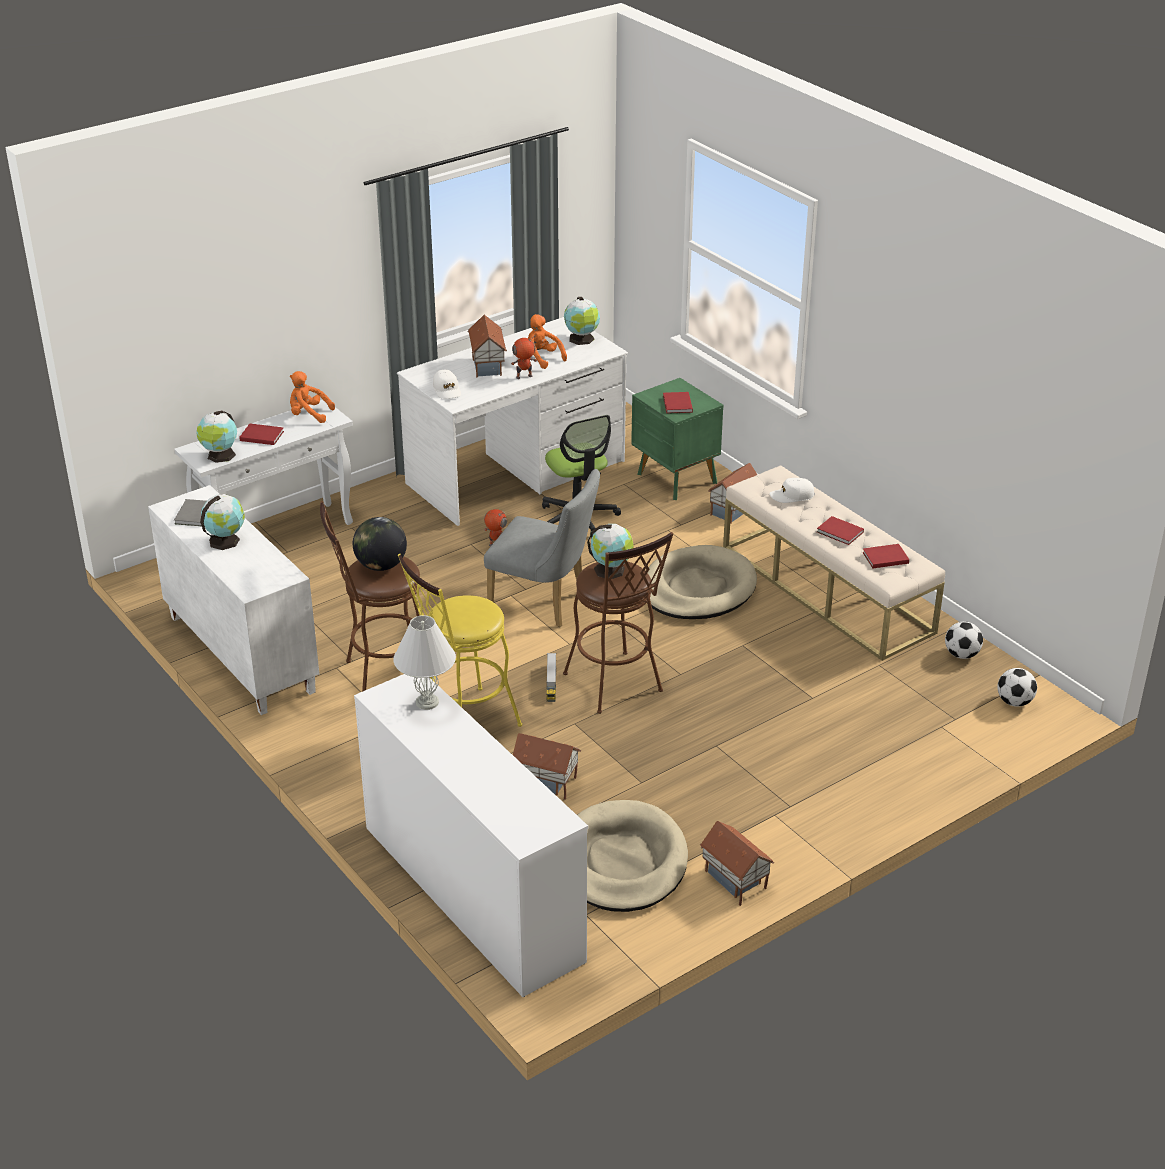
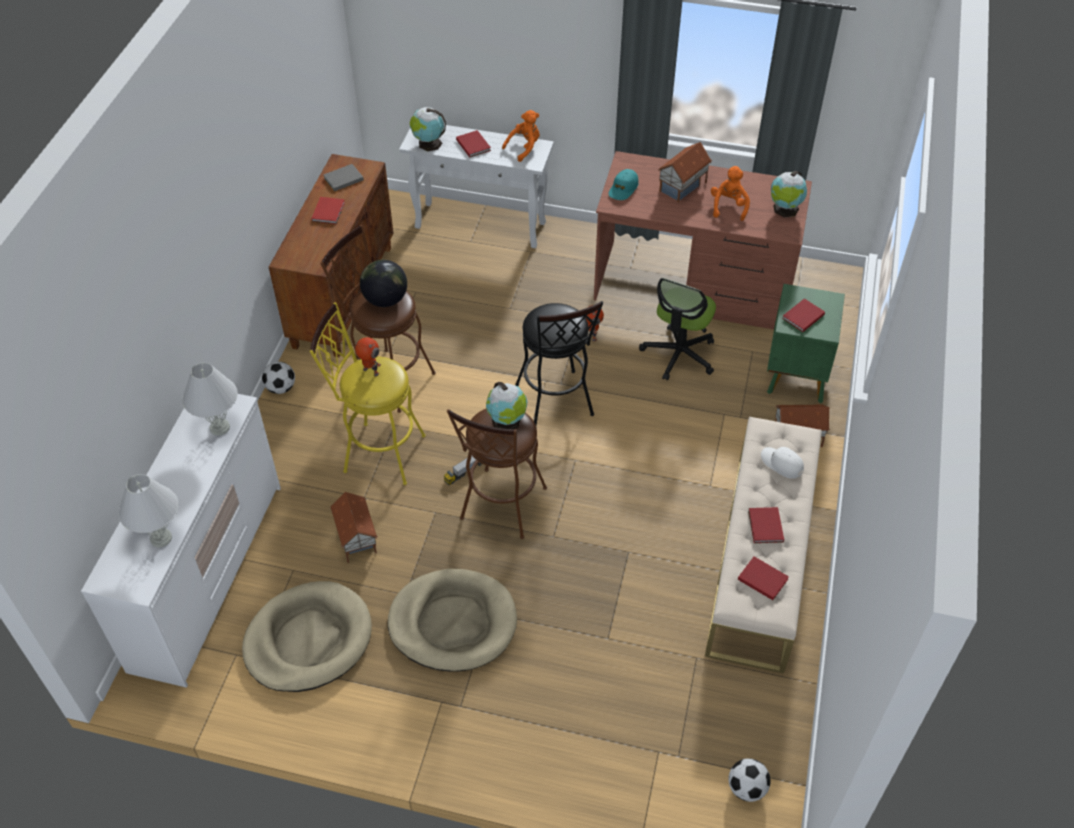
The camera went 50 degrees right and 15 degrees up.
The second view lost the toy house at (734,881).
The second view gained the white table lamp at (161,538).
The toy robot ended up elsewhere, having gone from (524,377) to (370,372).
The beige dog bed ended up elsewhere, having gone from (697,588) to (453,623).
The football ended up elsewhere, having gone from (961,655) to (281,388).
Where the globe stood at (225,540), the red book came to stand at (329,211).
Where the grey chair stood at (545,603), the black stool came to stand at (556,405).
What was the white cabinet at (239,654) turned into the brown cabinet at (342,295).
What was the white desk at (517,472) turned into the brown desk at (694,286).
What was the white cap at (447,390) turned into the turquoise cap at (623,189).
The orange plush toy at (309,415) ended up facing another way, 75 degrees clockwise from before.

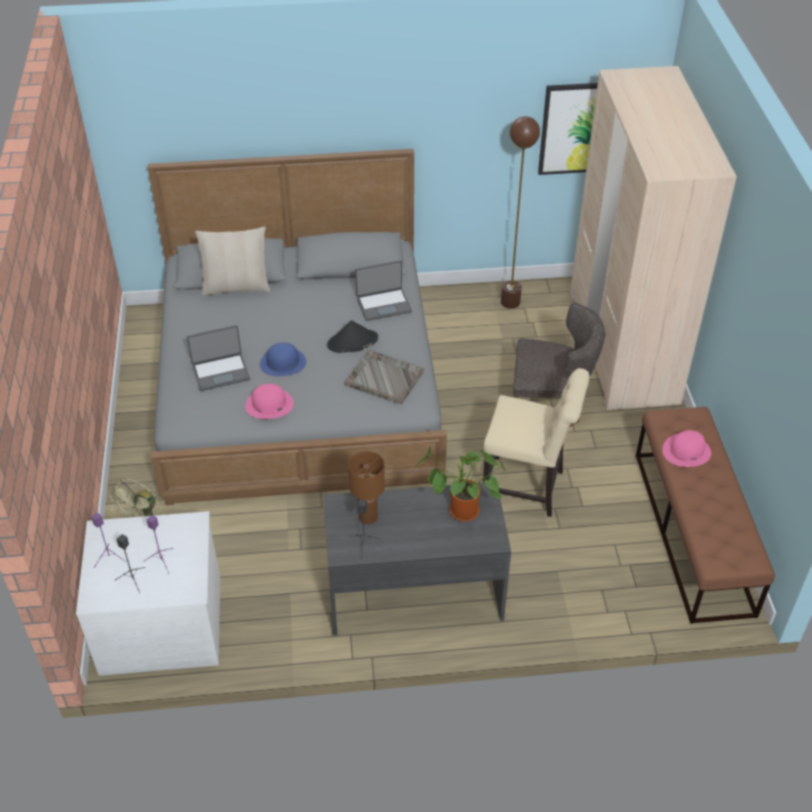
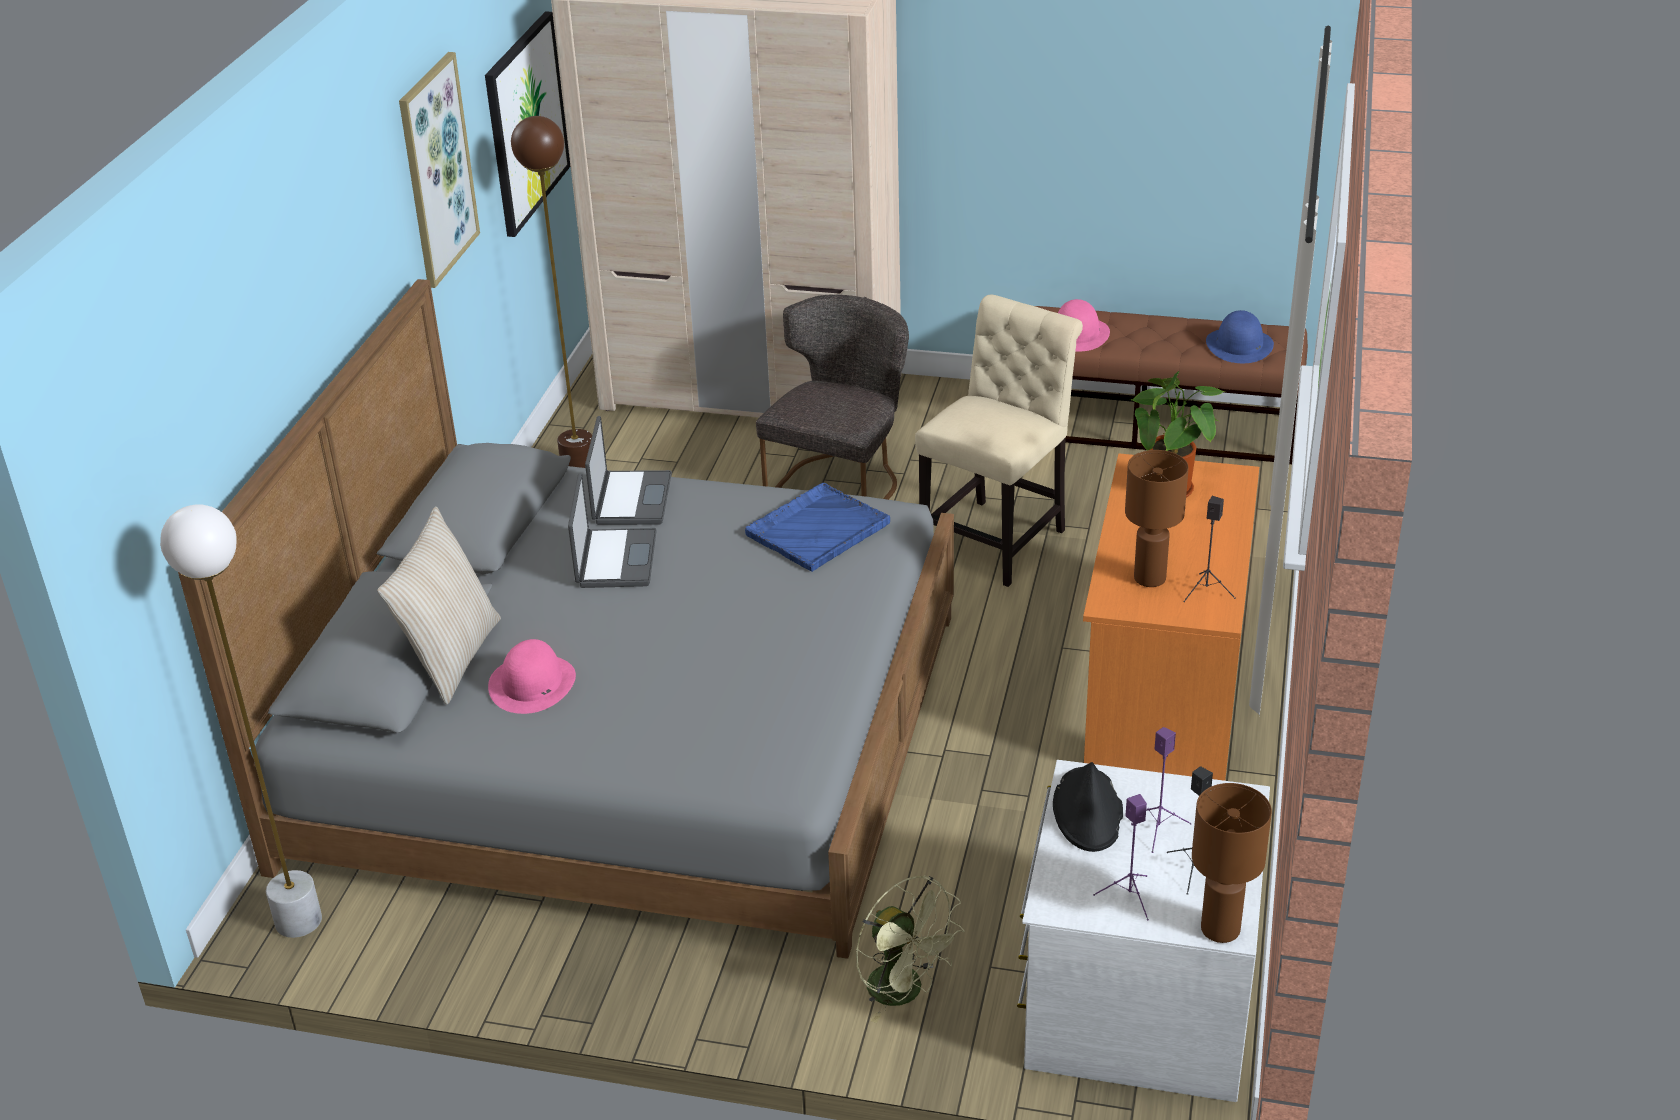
The camera went 70 degrees left and 10 degrees down.
The second view gained the white floor lamp at (298,921).
The second view gained the picture at (437,170).
The second view gained the brown table lamp at (1219,929).
The laptop ended up elsewhere, having gone from (221,372) to (614,560).
The pink hat ended up elsewhere, having gone from (269,404) to (532,684).
The blue hat ended up elsewhere, having gone from (282,363) to (1239,345).
The black hat ended up elsewhere, having gone from (352,342) to (1088,811).
What was the grey desk at (414,592) turned into the orange desk at (1163,687).
What was the grey tray at (383,378) turned into the blue tray at (816,530).

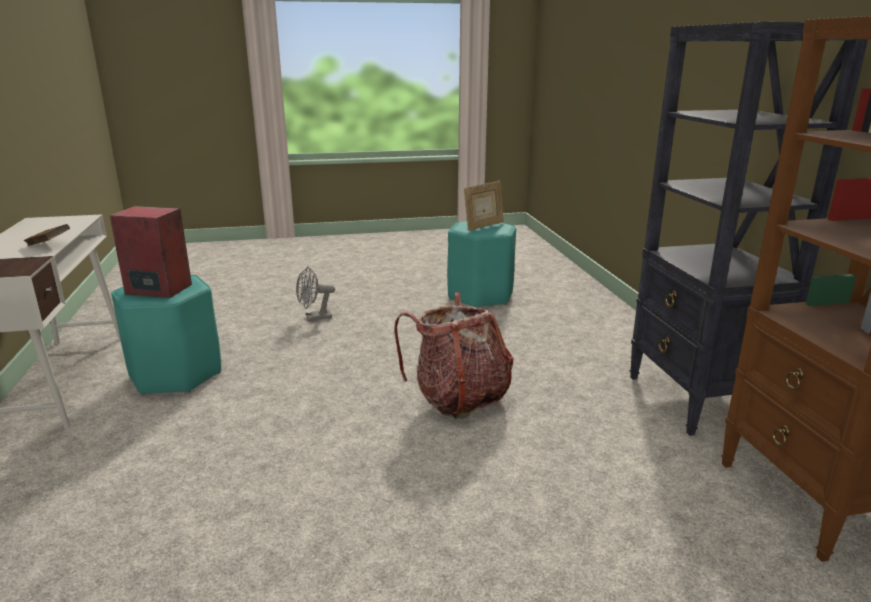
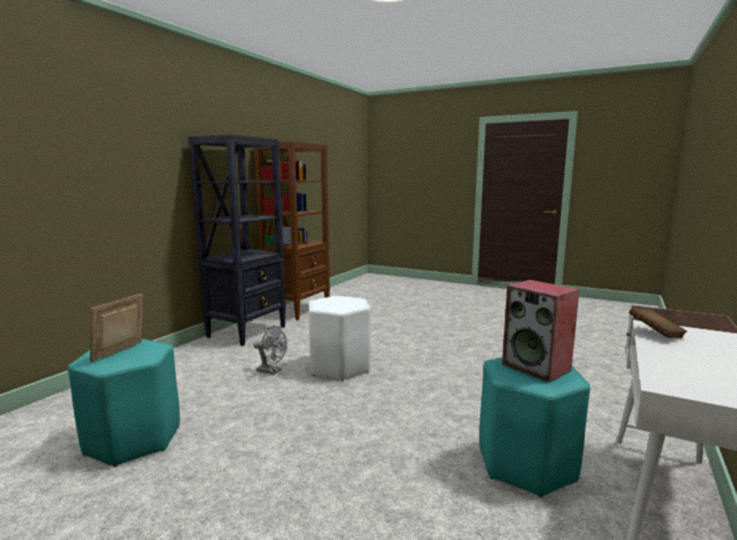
The camera went 140 degrees left and 10 degrees down.
The grey fan ended up elsewhere, having gone from (314,318) to (272,371).
Where the backpack stood at (458,398), the white stool came to stand at (339,367).
The picture frame at (483,226) ended up facing another way, 75 degrees counterclockwise from before.

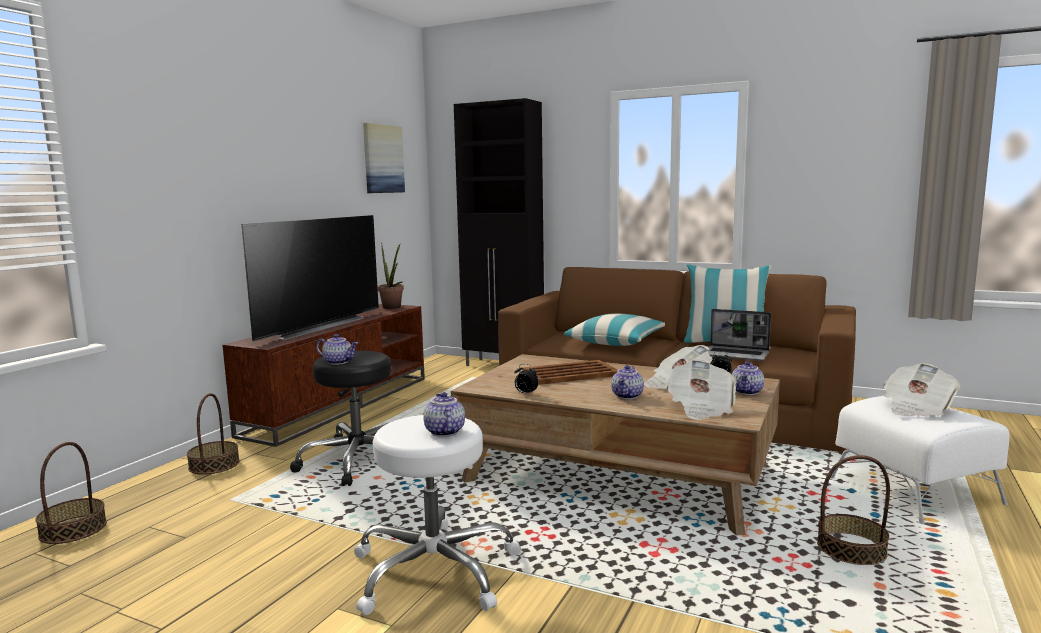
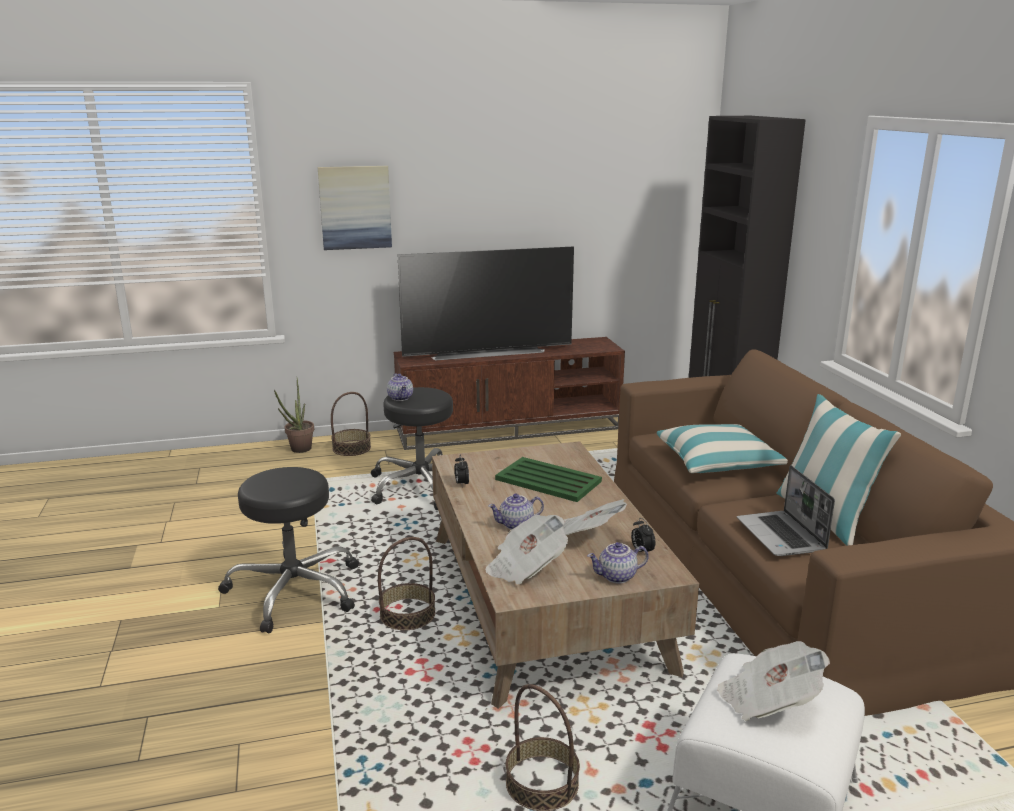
The camera went 50 degrees right and 10 degrees up.
The second view lost the teapot at (443,432).
The basket ended up elsewhere, having gone from (73,529) to (407,614).
The picture ended up elsewhere, having gone from (383,159) to (355,207).
The potted plant ended up elsewhere, having gone from (393,308) to (298,450).
What was the white stool at (434,570) turned into the black stool at (295,590).
What was the brown tray at (571,373) turned into the green tray at (549,481).

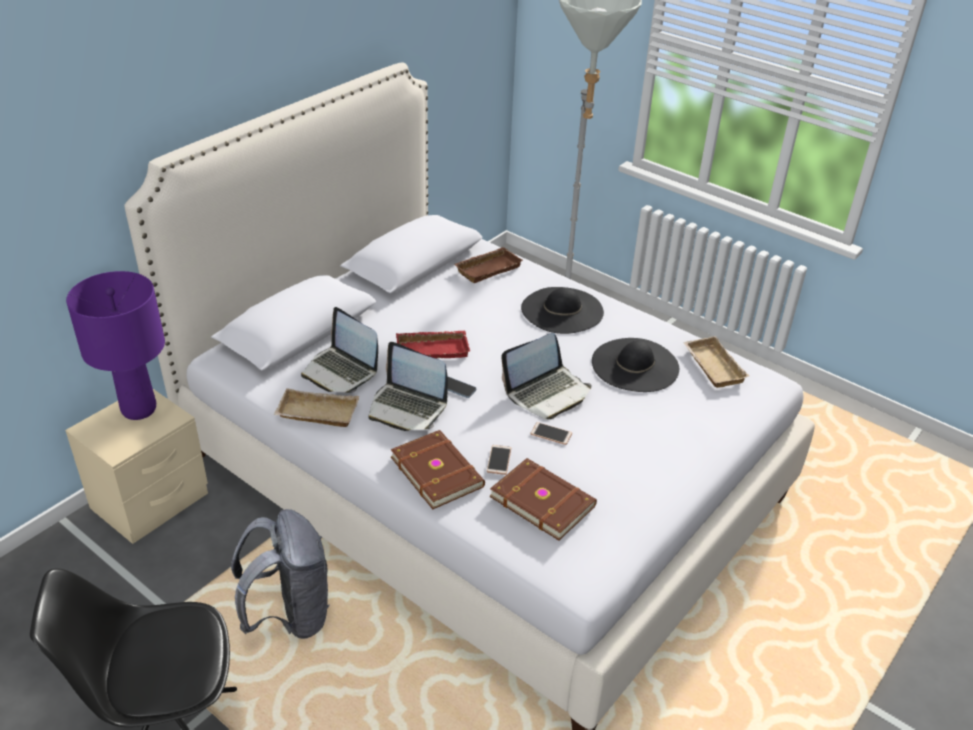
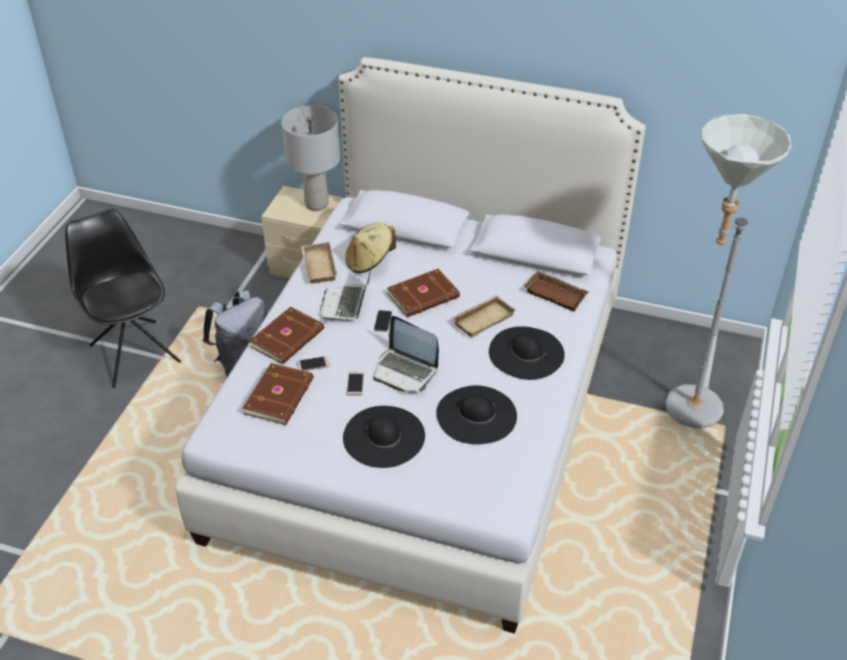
The camera went 70 degrees right and 5 degrees up.
The second view gained the black hat at (384,436).
The beige tray ended up elsewhere, having gone from (711,366) to (482,318).
Where the laptop stood at (341,371), the beige hat came to stand at (369,261).
Where the red tray stood at (433,348), the brown book came to stand at (424,296).
What was the purple table lamp at (138,410) turned into the grey table lamp at (316,204).

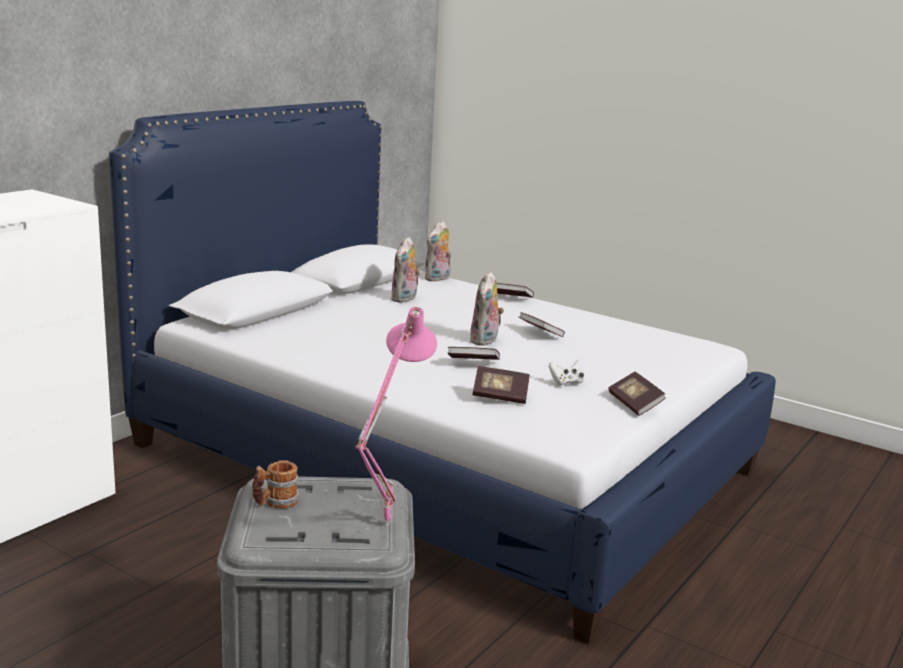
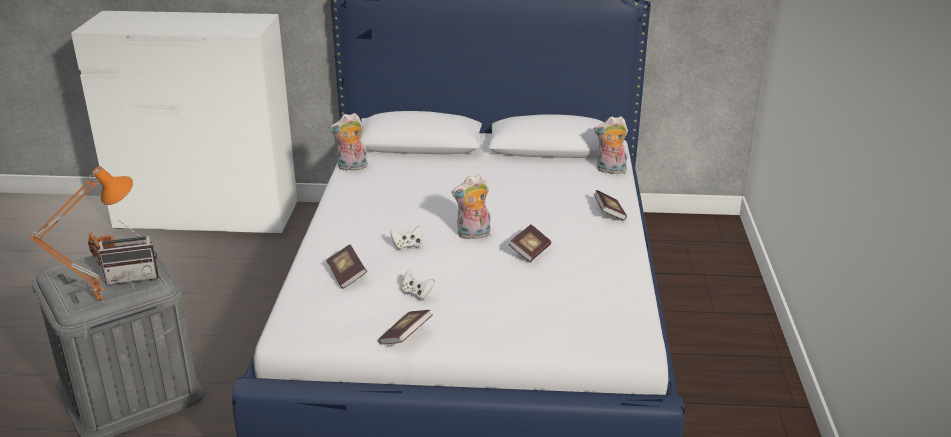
The camera went 60 degrees right and 10 degrees up.
The second view gained the radio at (133,276).
The plush toy ended up elsewhere, having gone from (405,299) to (351,167).
Where the book stood at (473,364), the white game controller came to stand at (407,245).
What was the pink table lamp at (384,523) turned into the orange table lamp at (102,300).

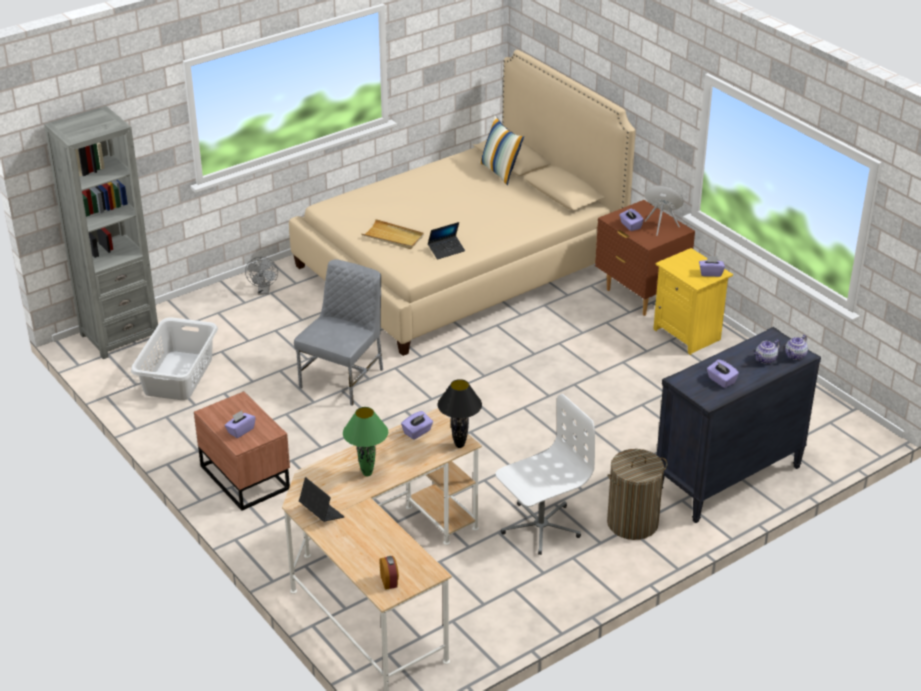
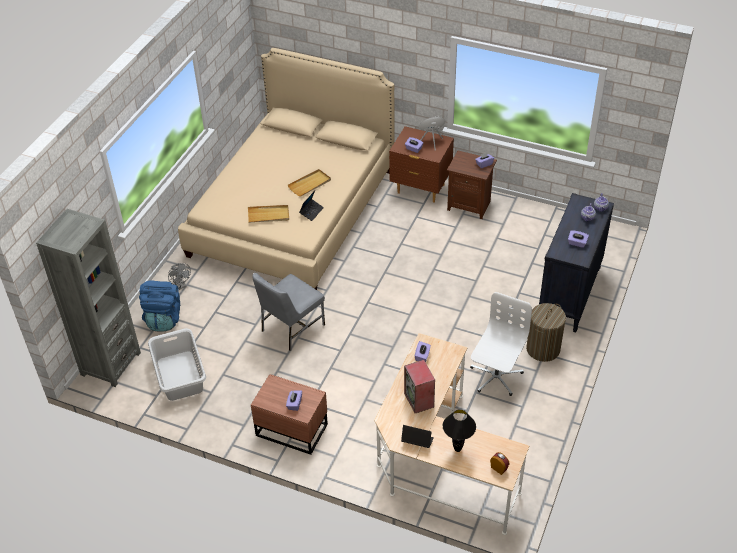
The camera went 30 degrees left and 10 degrees up.
The second view lost the pillow at (500,172).
The second view gained the blue backpack at (164,318).
The second view gained the beige tray at (310,184).
The black table lamp ended up elsewhere, having gone from (459,445) to (457,449).
Where the green table lamp stood at (367,474), the speaker came to stand at (419,400).
What was the yellow nightstand at (688,334) turned into the brown nightstand at (469,205).
The grey chair at (344,378) ended up facing another way, 135 degrees counterclockwise from before.

